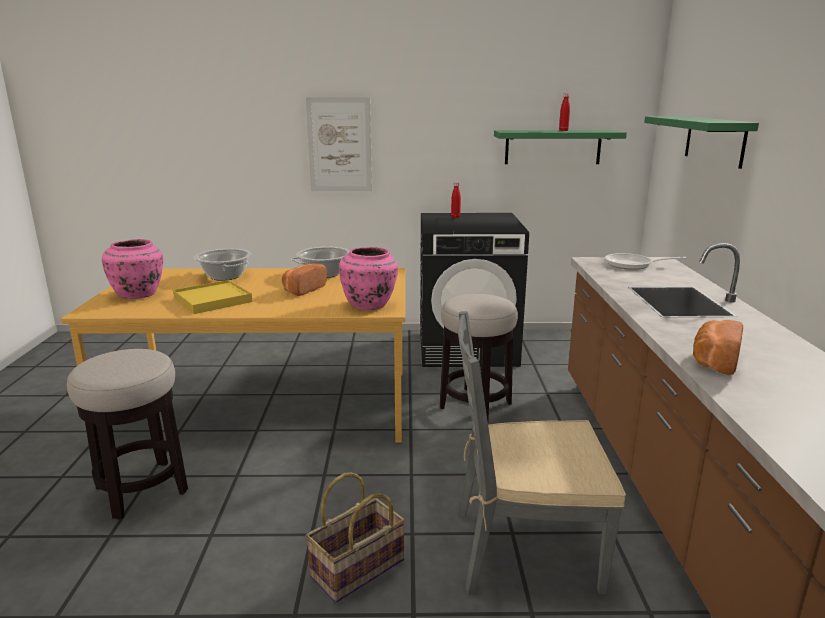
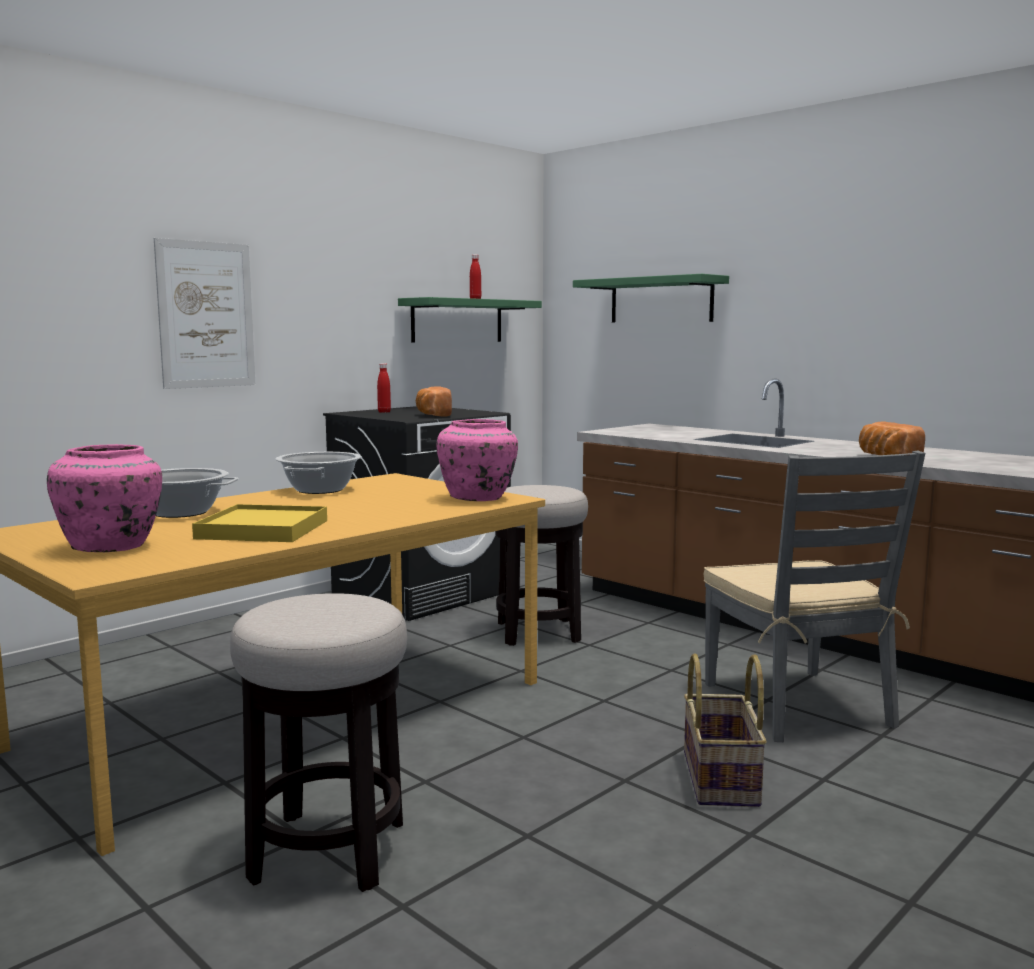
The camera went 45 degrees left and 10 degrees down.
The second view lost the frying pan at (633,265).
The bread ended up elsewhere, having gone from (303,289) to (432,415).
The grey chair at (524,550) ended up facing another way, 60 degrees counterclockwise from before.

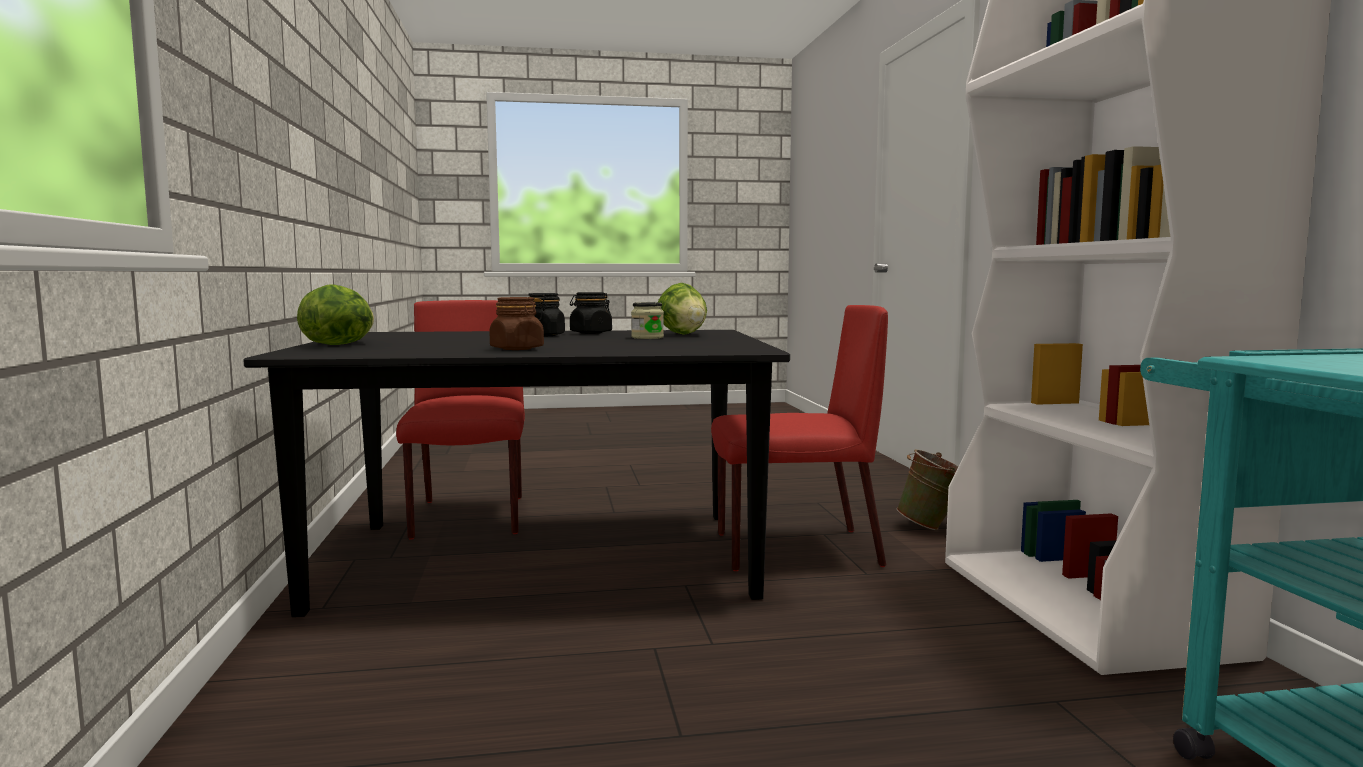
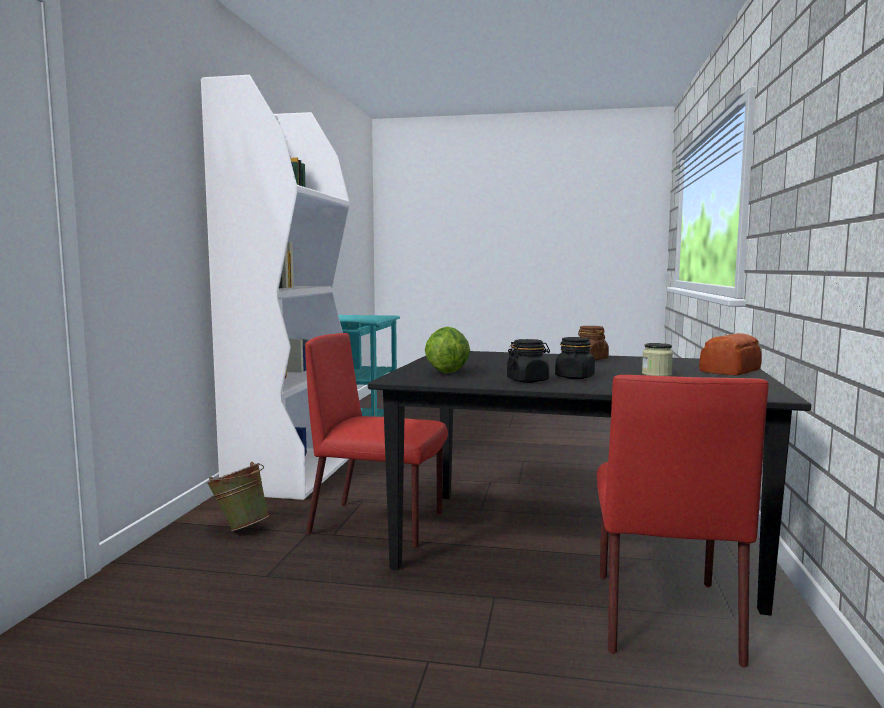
The camera went 160 degrees left and 0 degrees up.
The jar ended up elsewhere, having gone from (647,337) to (656,374).
Where the lettuce stood at (340,344), the bread came to stand at (731,371).

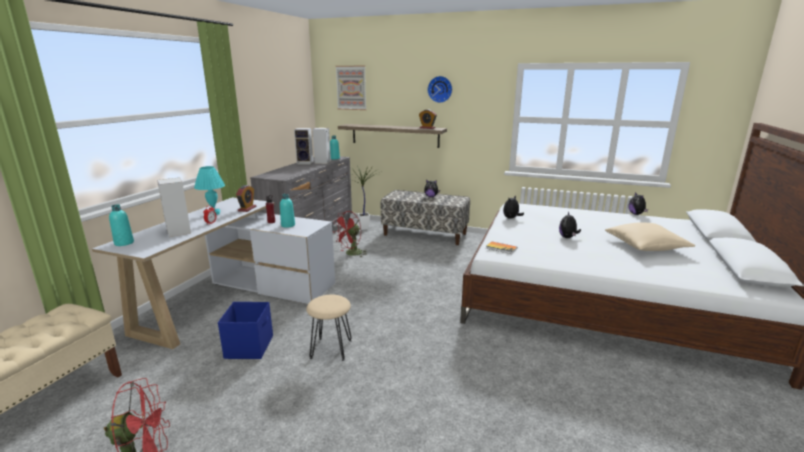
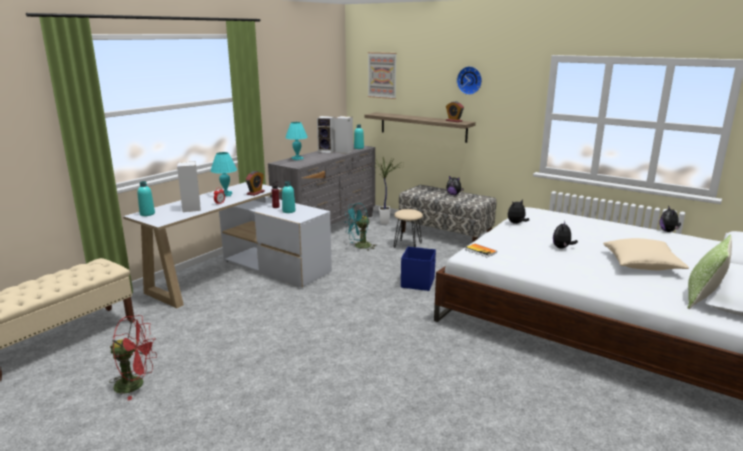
The camera went 15 degrees right and 0 degrees up.
The second view gained the turquoise table lamp at (297,159).
The second view gained the pillow at (702,298).
The blue storage box ended up elsewhere, having gone from (250,347) to (418,282).
The beige stool ended up elsewhere, having gone from (331,349) to (407,245).
What was the red fan at (351,254) turned into the turquoise fan at (359,246).

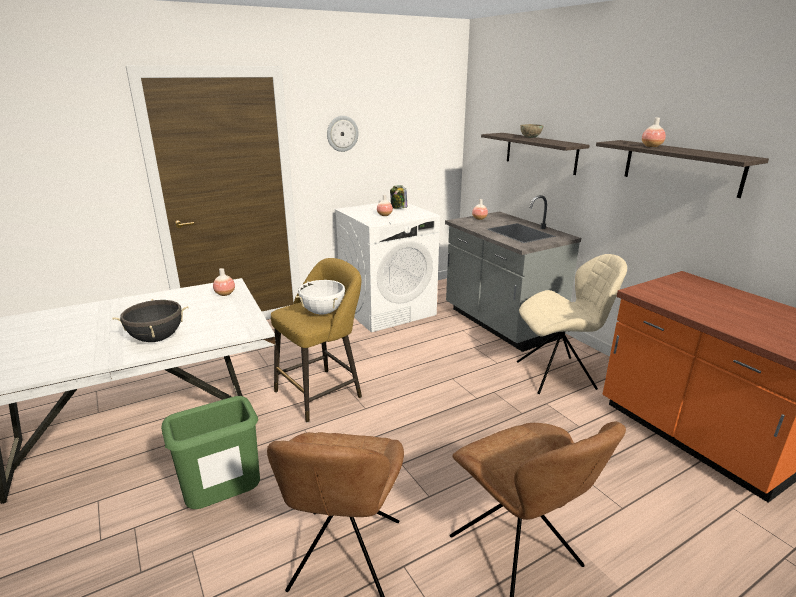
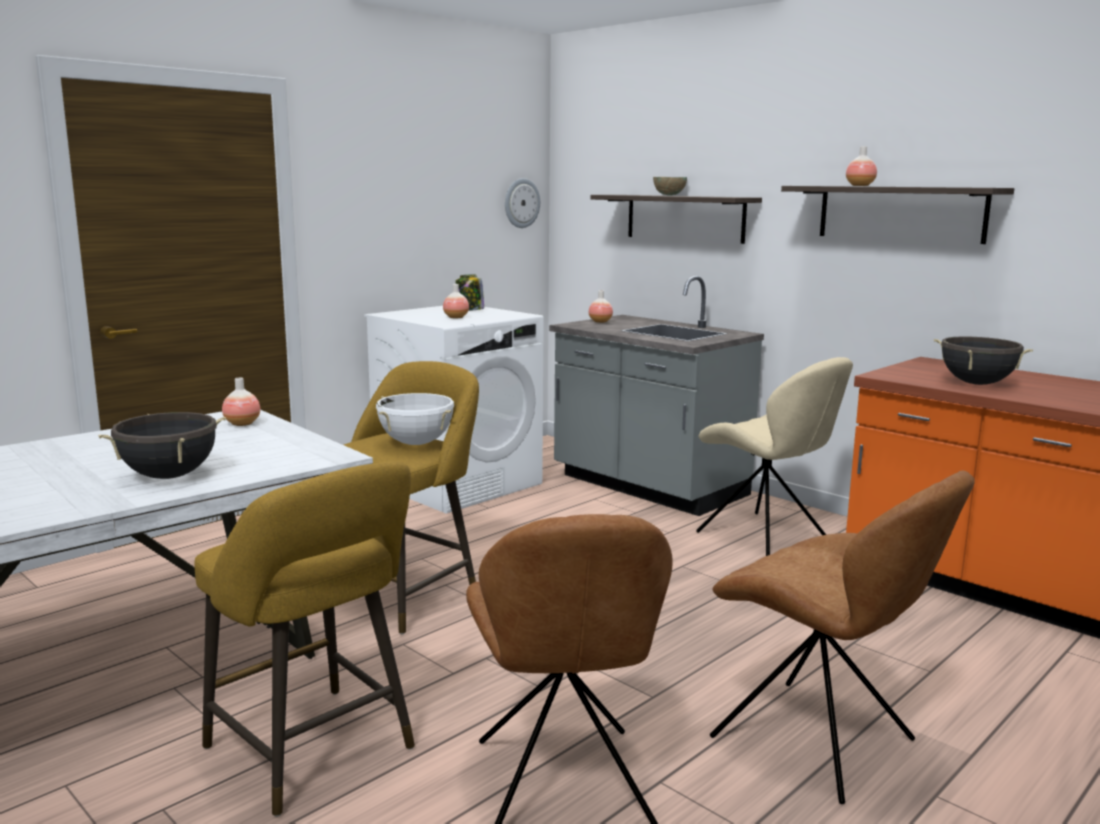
The camera went 15 degrees left and 10 degrees down.
The second view gained the black cooking pot at (977,383).
The wall clock ended up elsewhere, having gone from (342,133) to (521,203).
Where the green trash can stood at (224,503), the yellow stool came to stand at (316,753).
The beige chair at (558,375) ended up facing another way, 75 degrees clockwise from before.

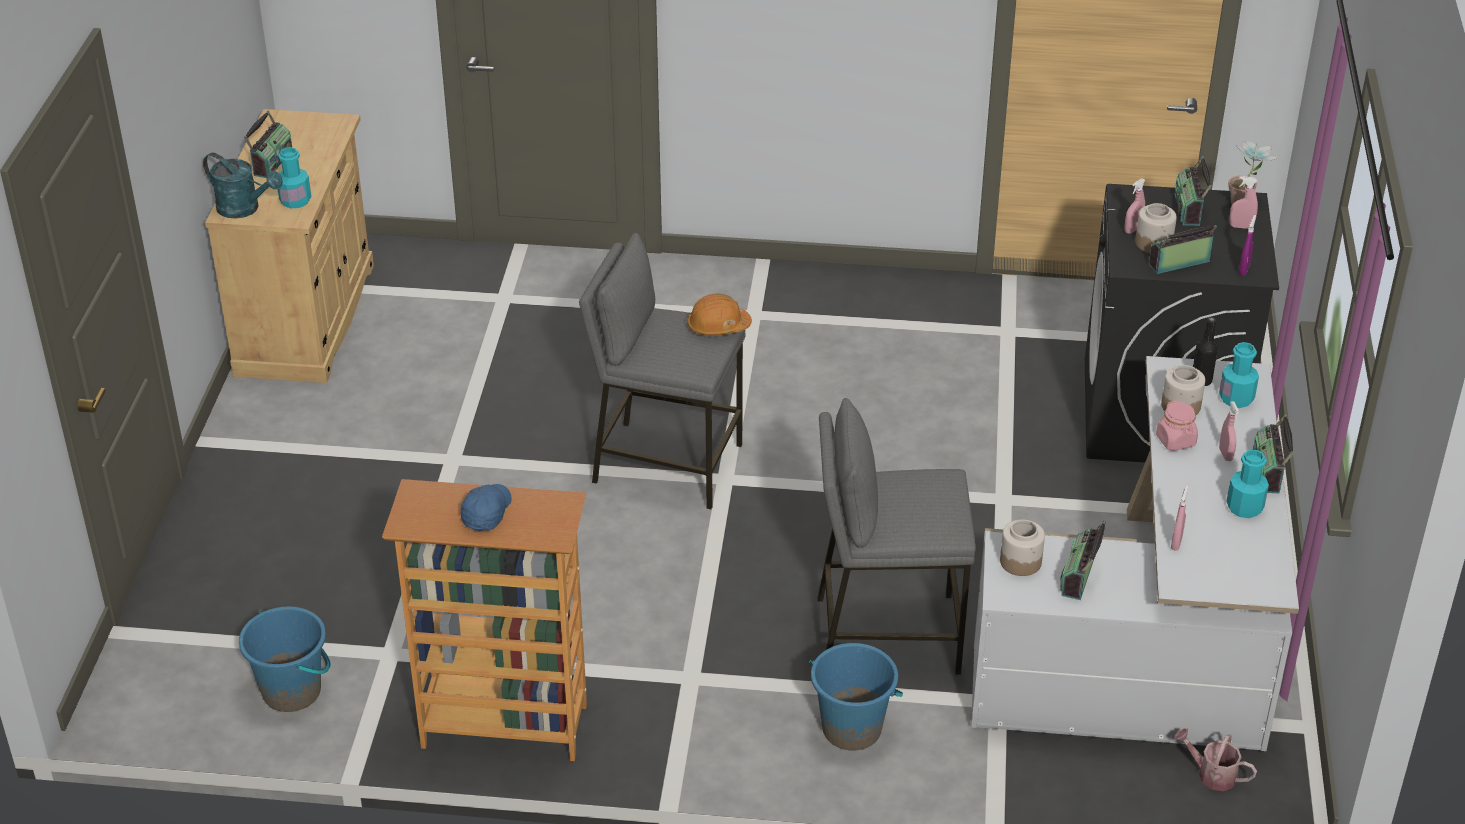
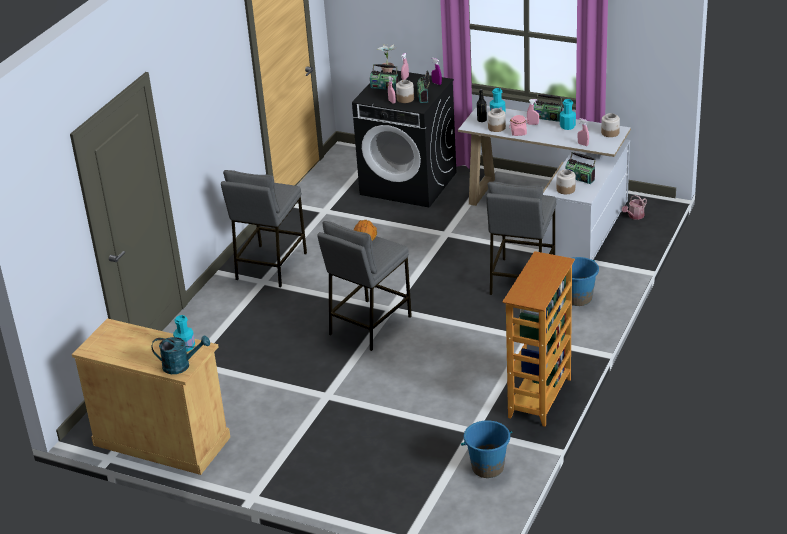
The camera went 70 degrees left and 5 degrees down.
The second view lost the radio at (271,162).
The second view lost the blue cap at (486,513).
The second view gained the grey stool at (270,266).
The second view gained the jar at (610,133).
The turquoise watering can at (245,209) ended up facing another way, 45 degrees clockwise from before.

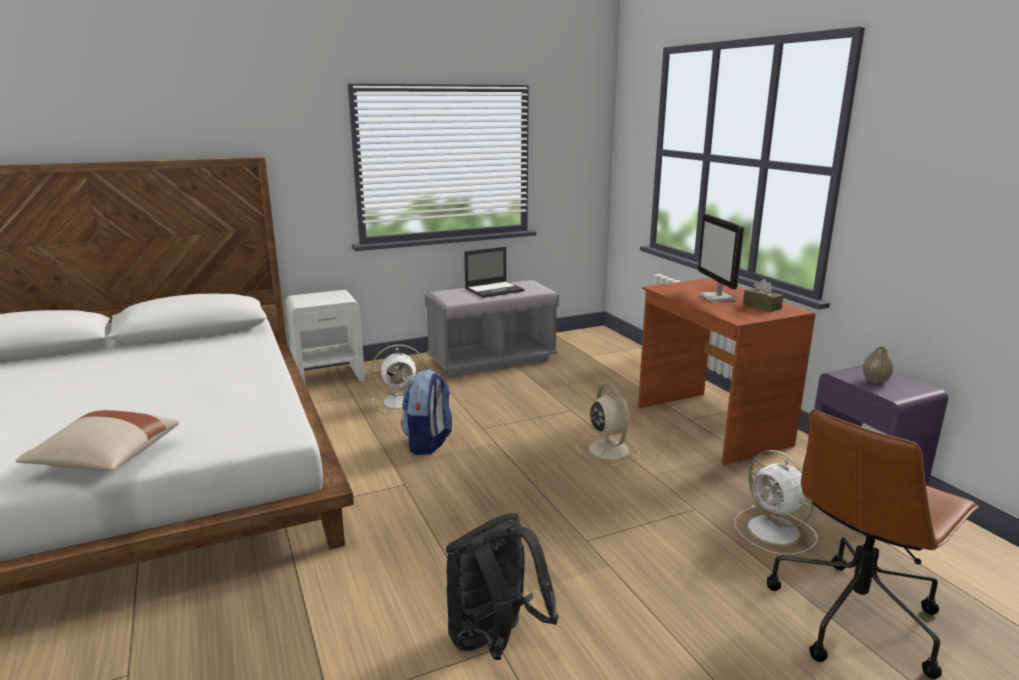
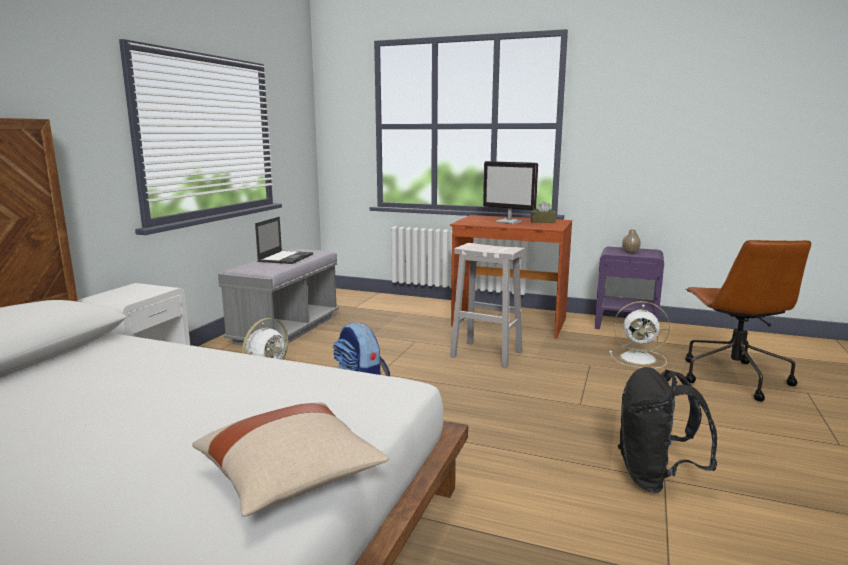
The camera went 45 degrees left and 5 degrees down.
Where the beige fan stood at (608,449), the white stool came to stand at (485,354).

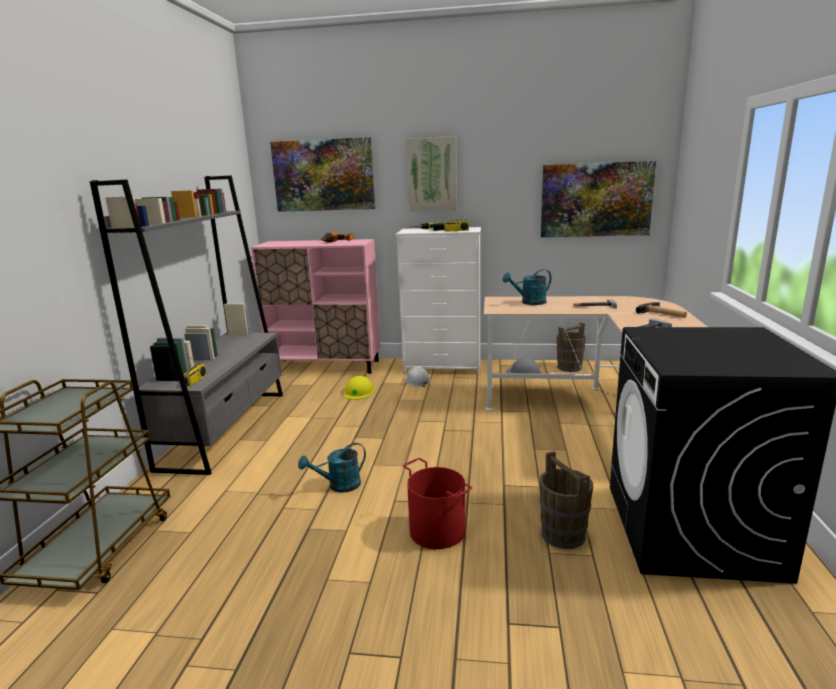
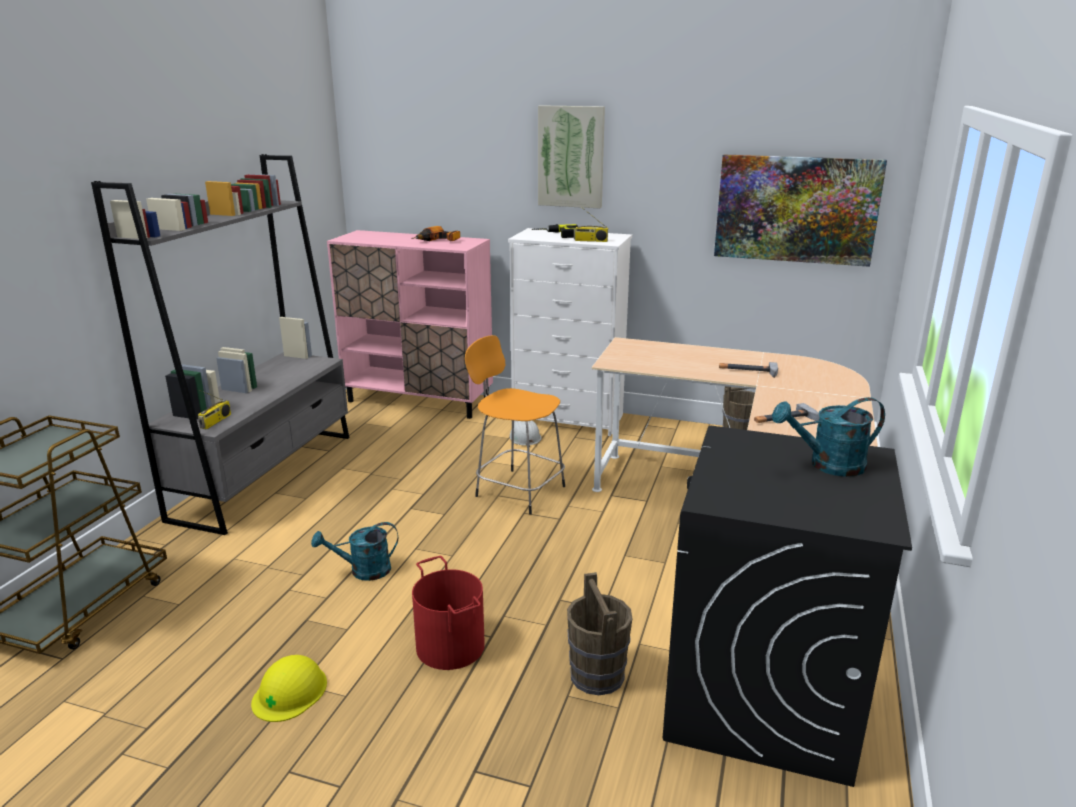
The camera went 10 degrees right and 5 degrees up.
The second view lost the picture at (323,175).
The second view lost the grey hard hat at (524,372).
The second view lost the hammer at (663,314).
The second view gained the orange stool at (517,490).
The yellow hard hat ended up elsewhere, having gone from (359,391) to (290,692).
The turquoise watering can ended up elsewhere, having gone from (529,303) to (828,465).

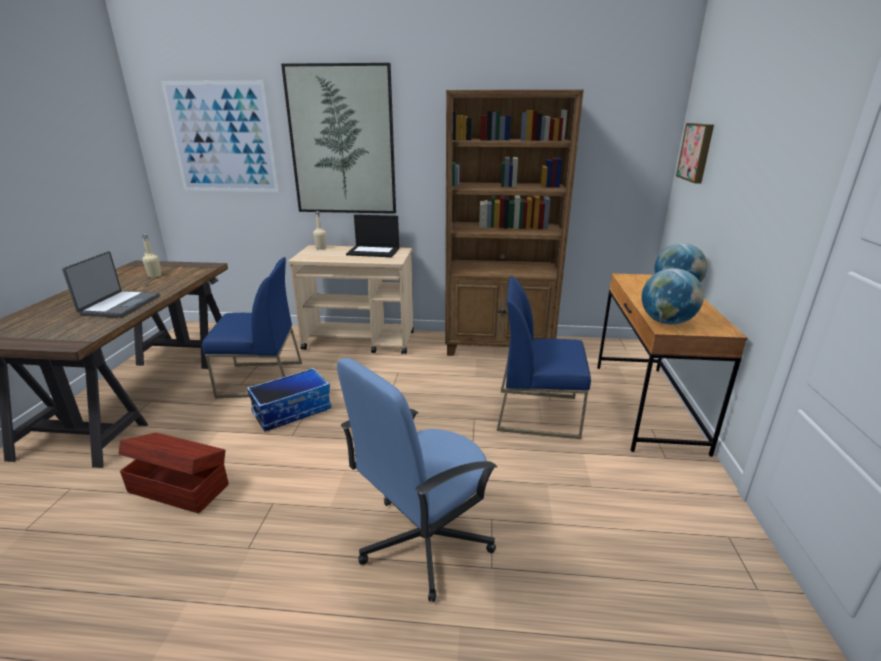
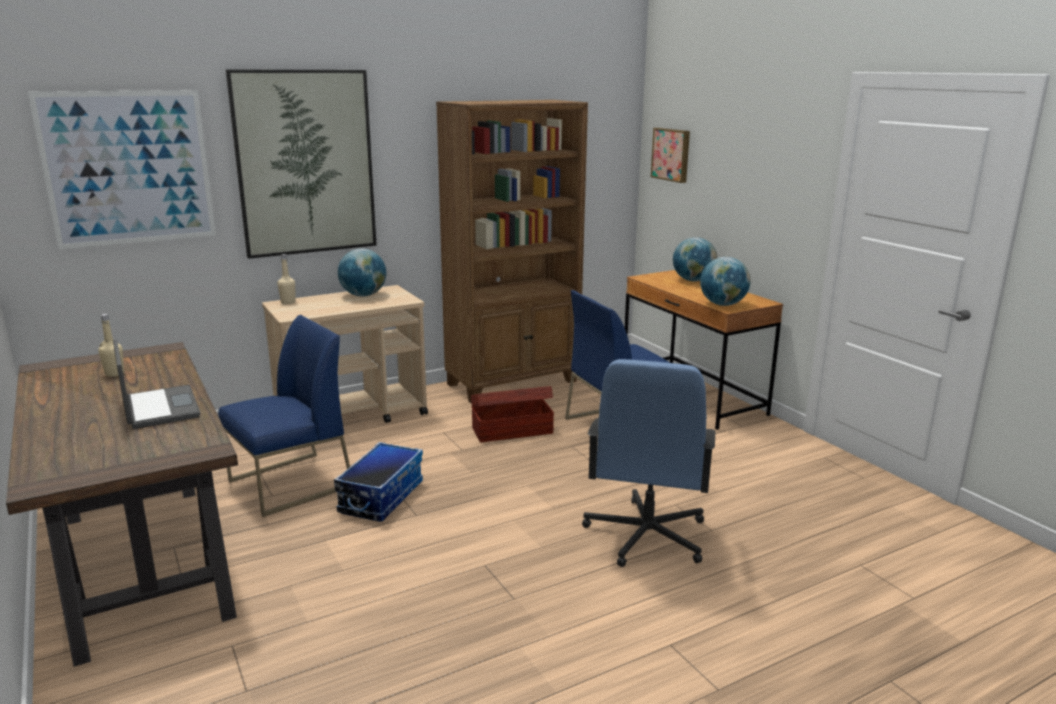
The camera went 35 degrees left and 5 degrees down.
The brown storage box ended up elsewhere, having gone from (179,487) to (511,430).
Where the laptop stood at (374,251), the globe came to stand at (363,295).

